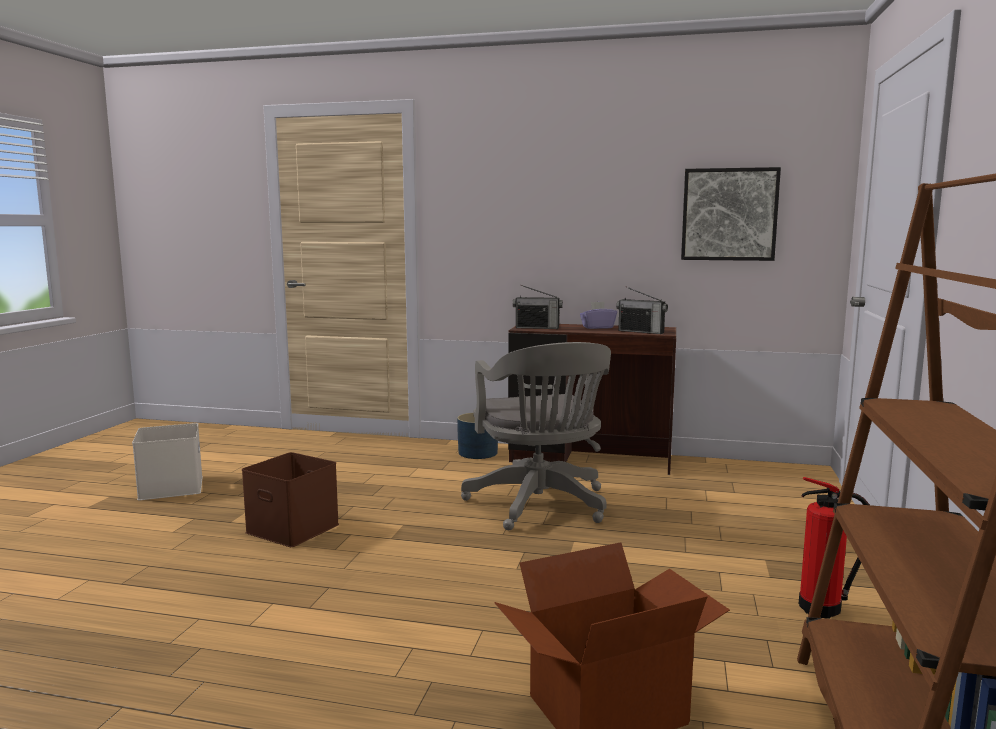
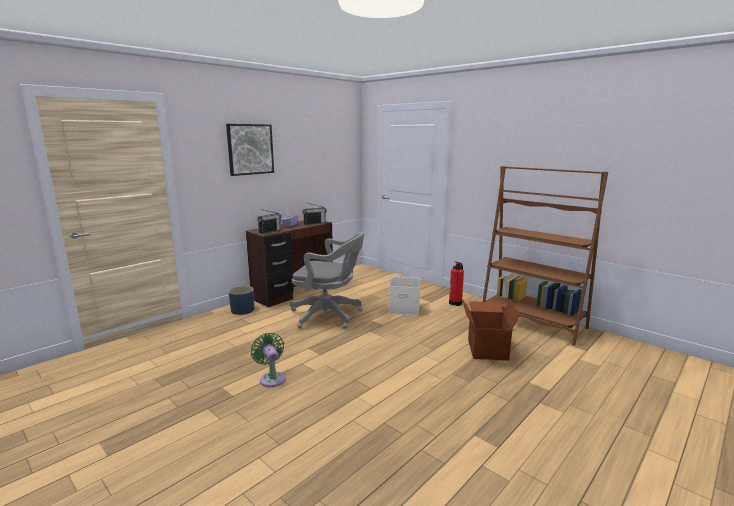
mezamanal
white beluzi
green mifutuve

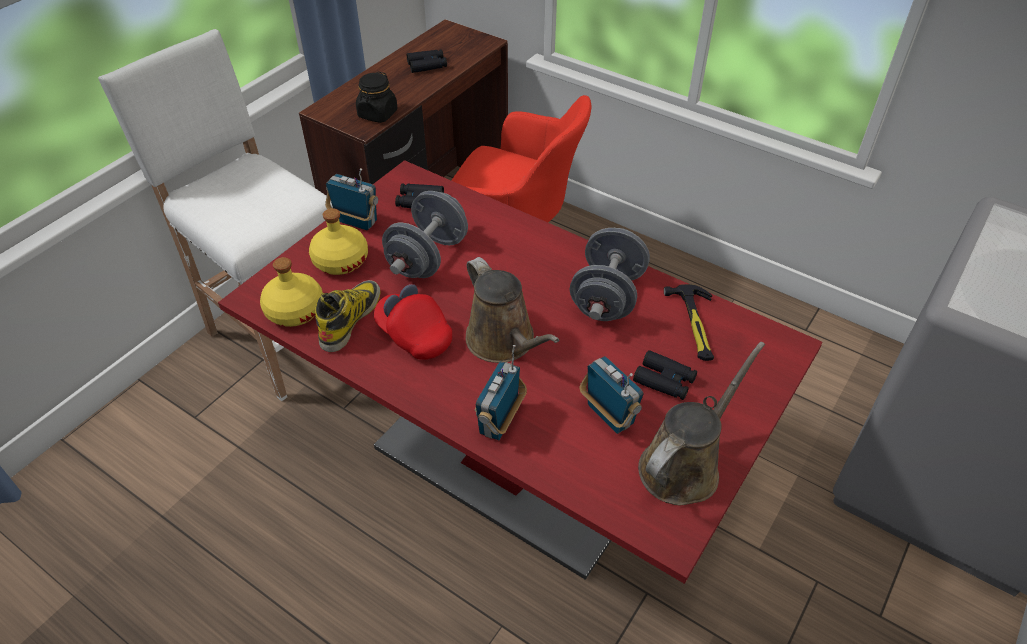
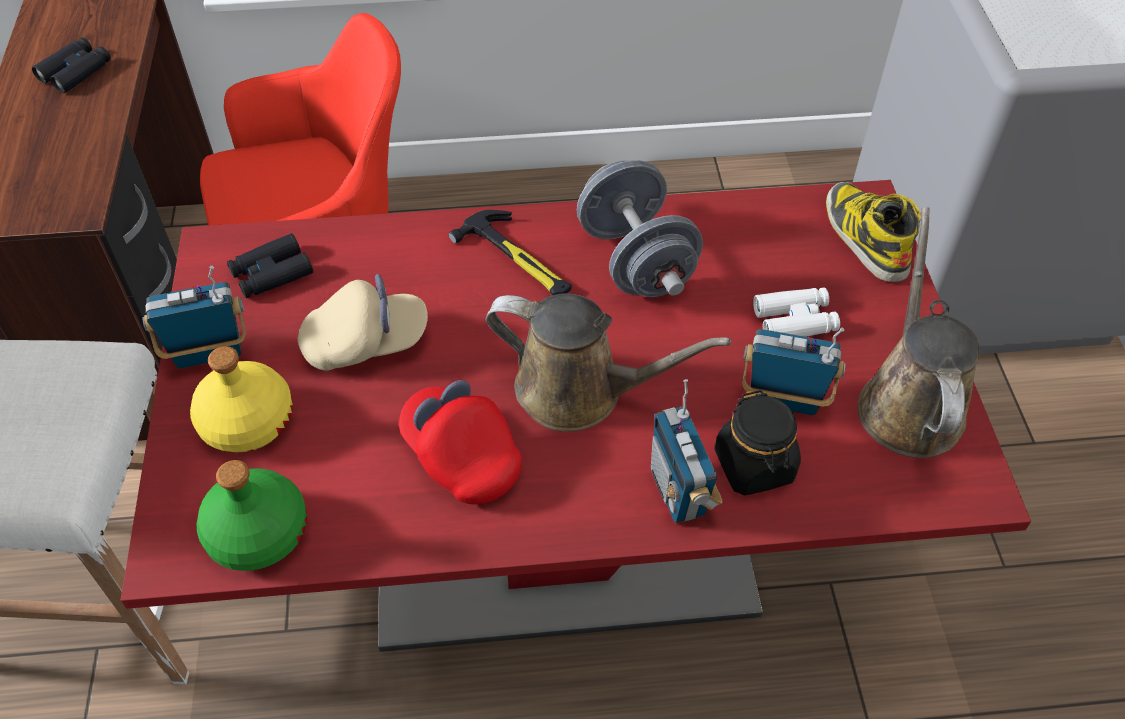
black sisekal
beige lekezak
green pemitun
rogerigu
red lekezak
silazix
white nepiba

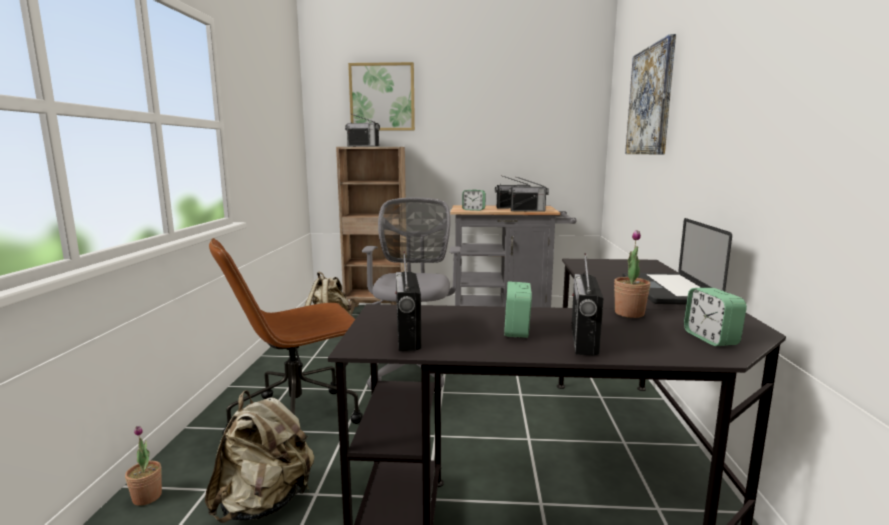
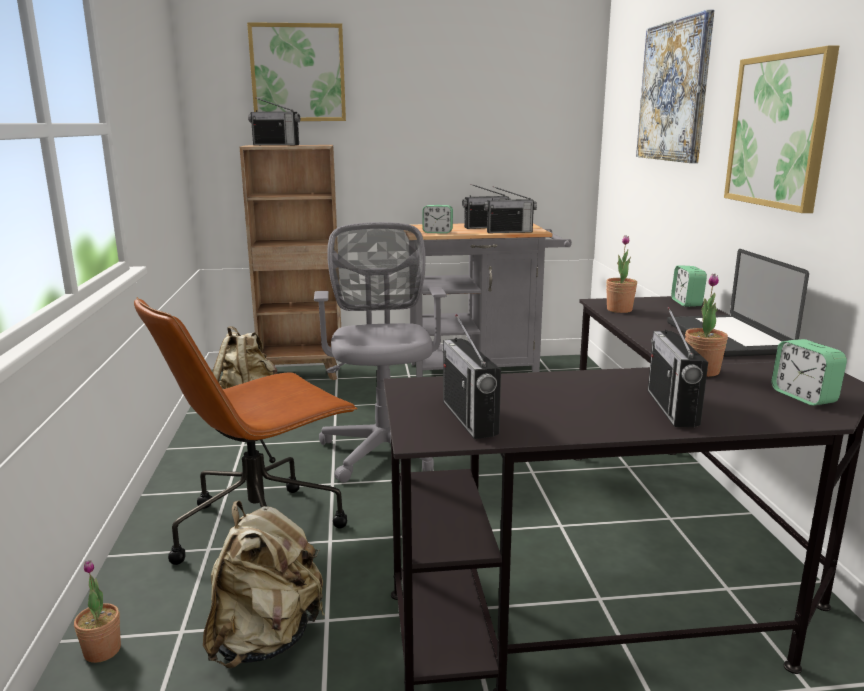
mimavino (2nd from left)
mezamanal (3rd from left)
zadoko (2nd from left)

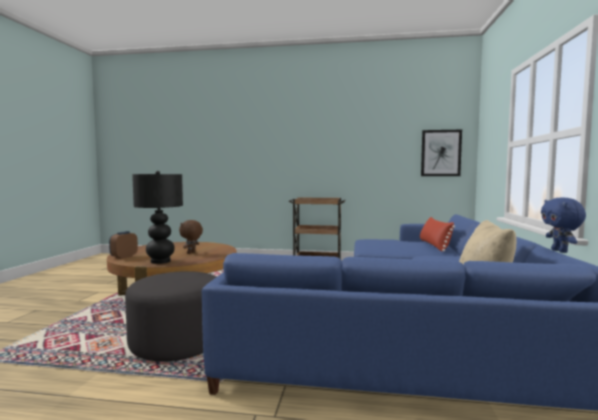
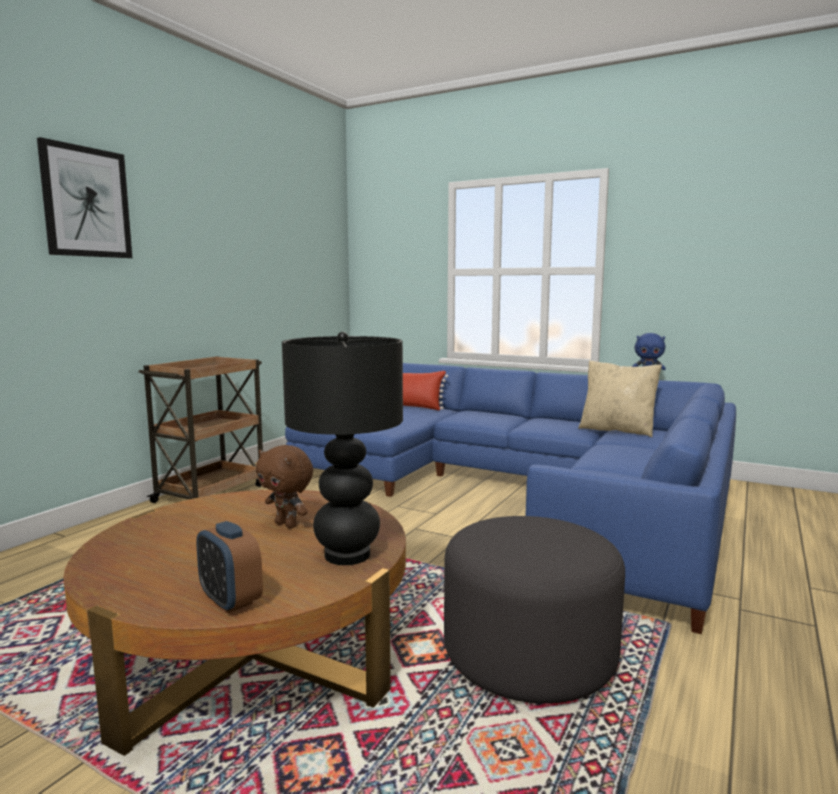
mezamanal

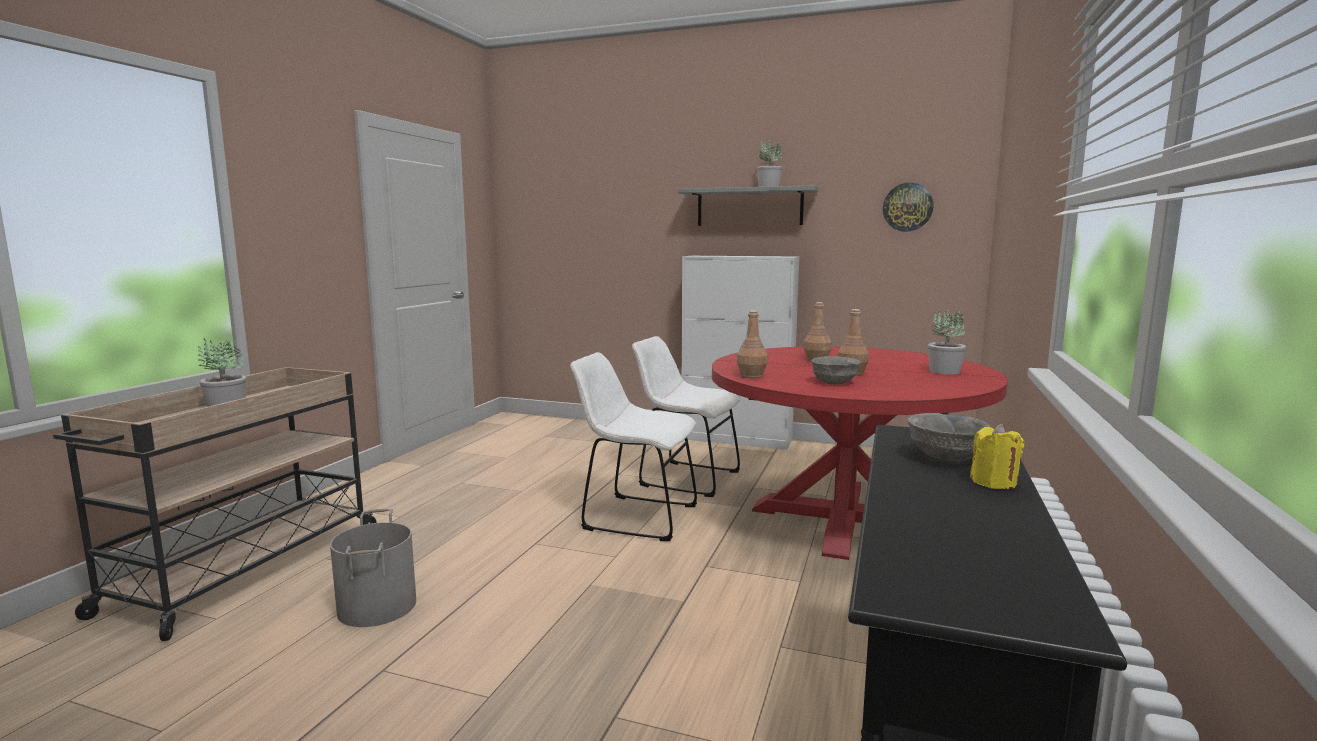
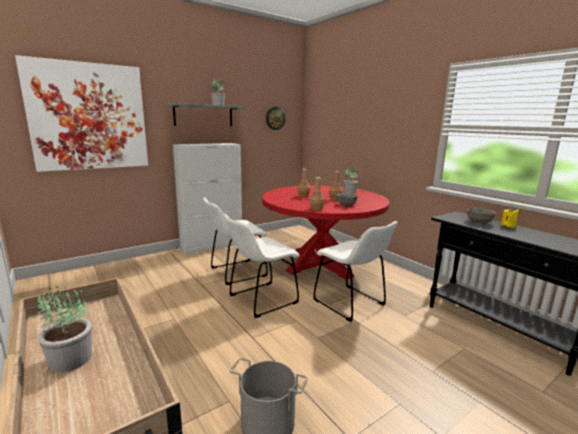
mezamanal
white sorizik (3rd from left)

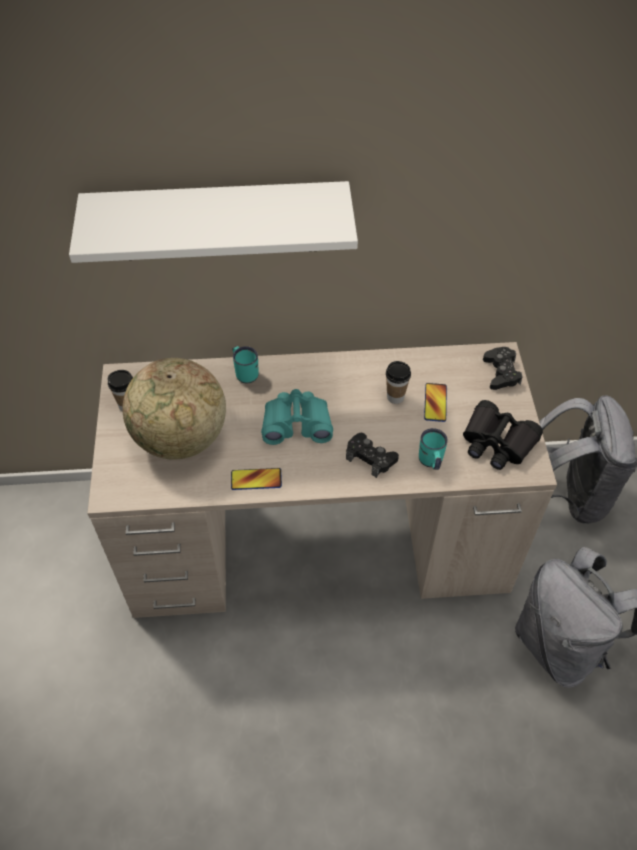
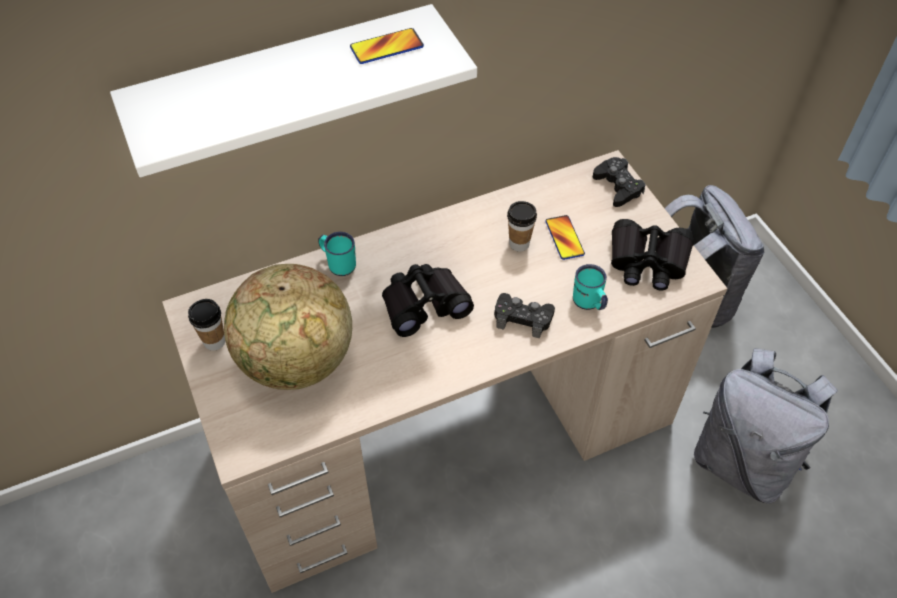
black nepiba (1st from left)
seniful (1st from left)

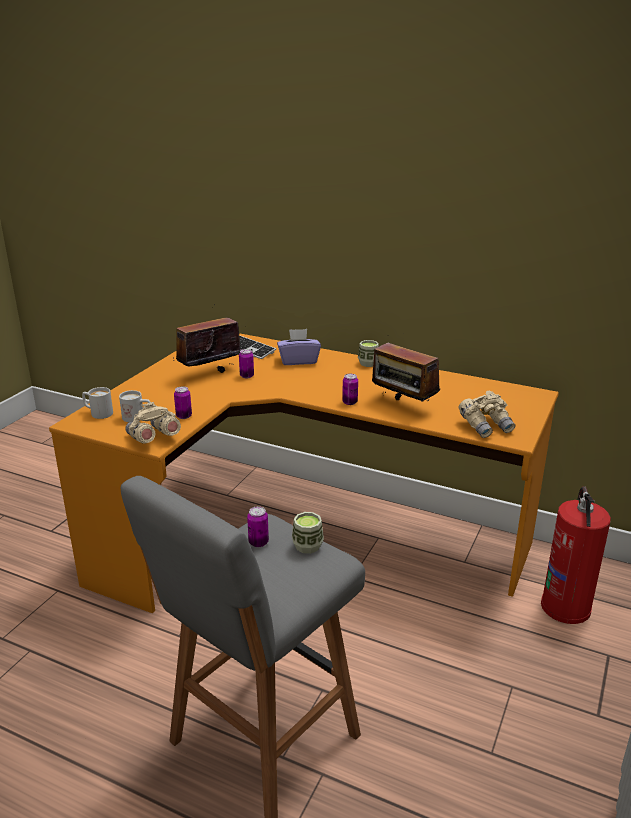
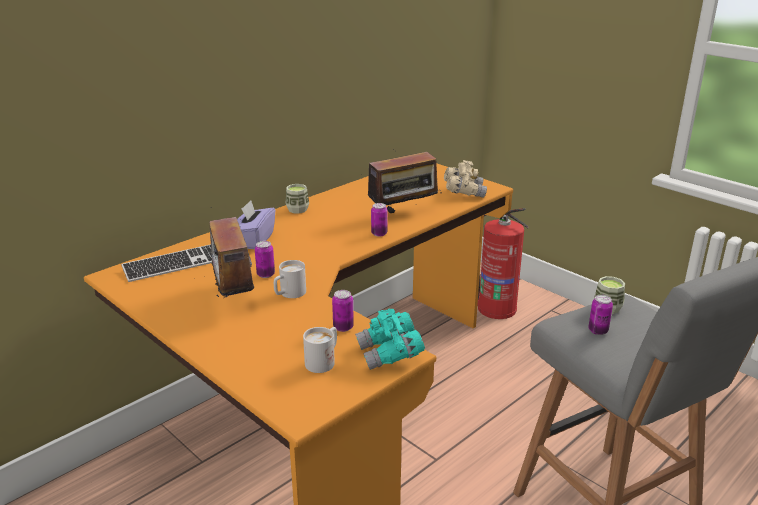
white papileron (1st from left)
turquoise nepiba

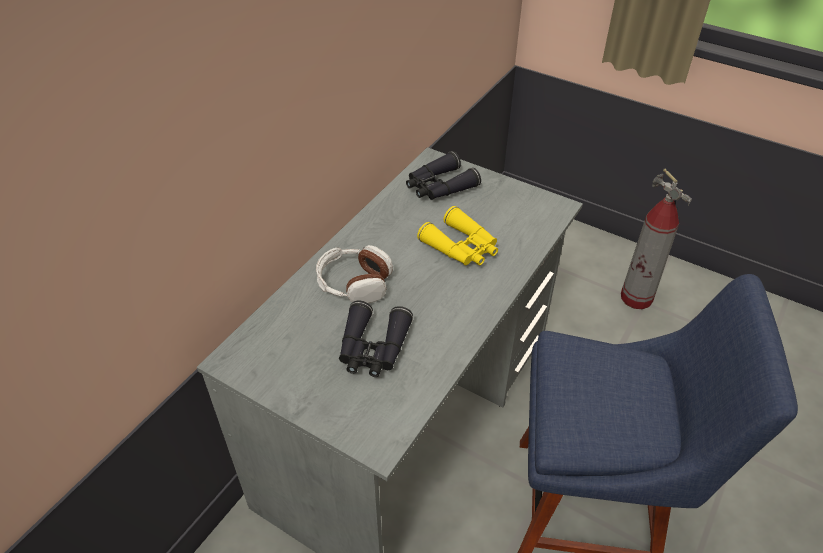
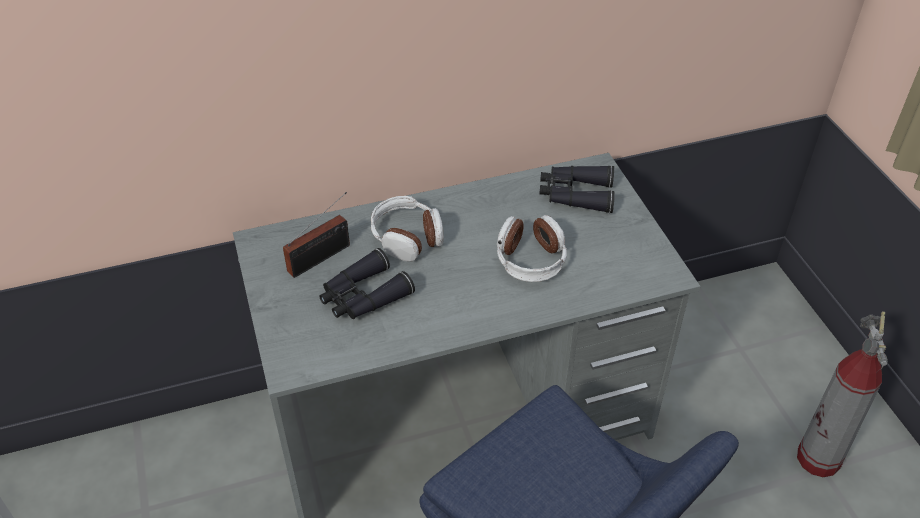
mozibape (2nd from left)
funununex

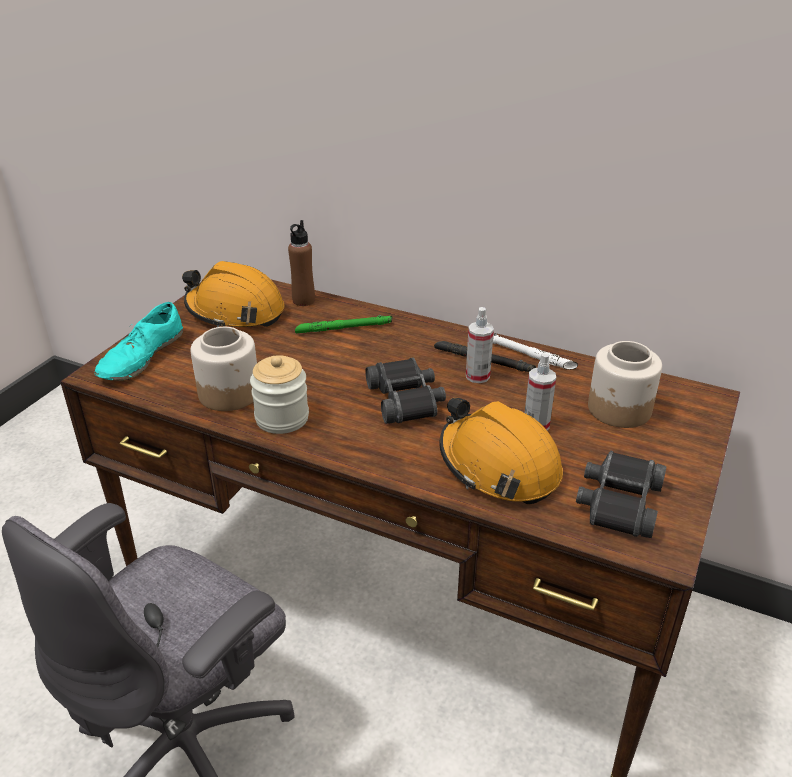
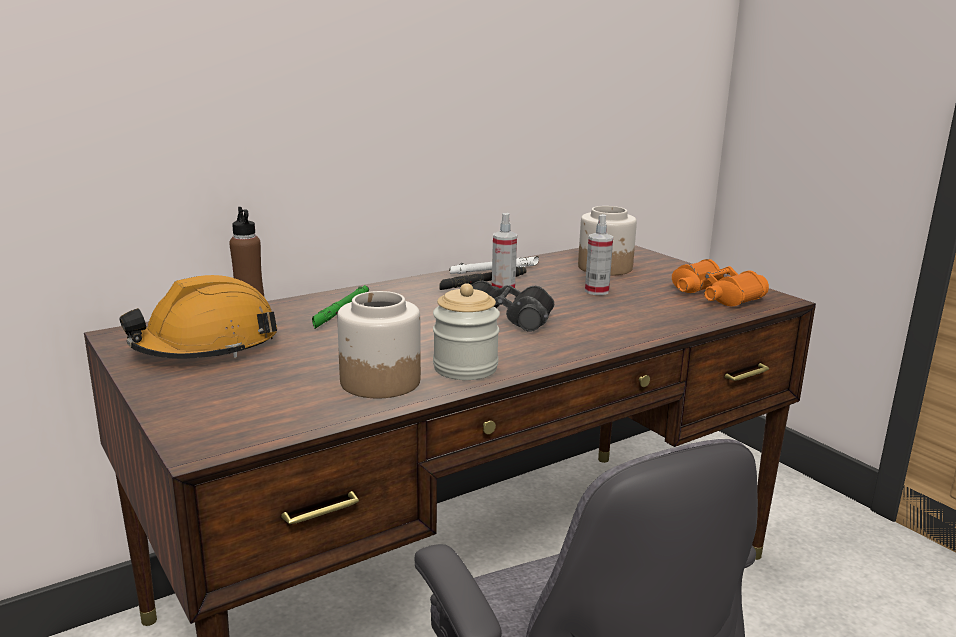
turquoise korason
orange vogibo (2nd from left in the first image)
orange nepiba

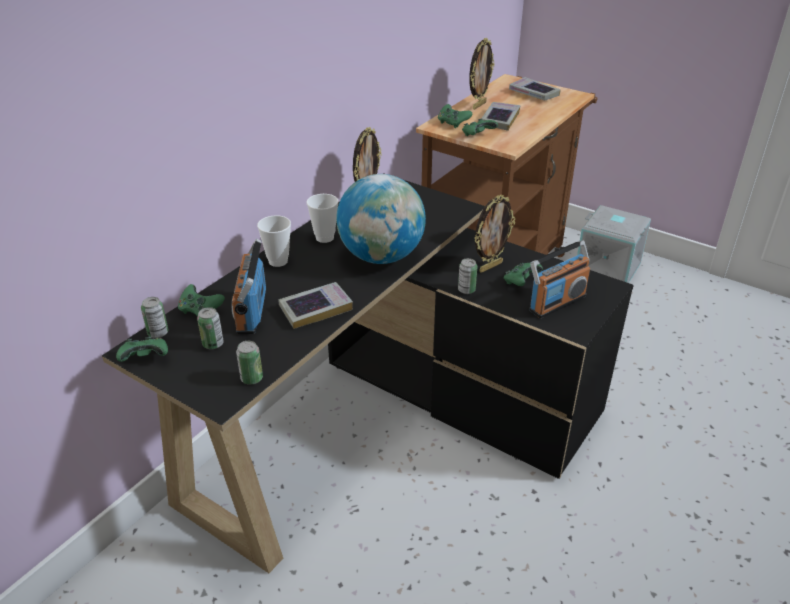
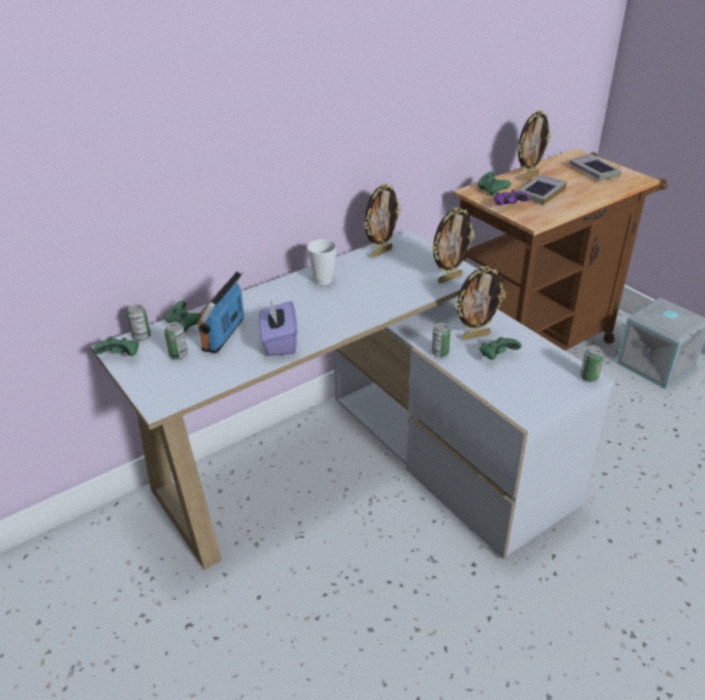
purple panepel
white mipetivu
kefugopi
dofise (1st from left in the first image)
funununex (2nd from left in the first image)
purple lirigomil
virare (4th from left)
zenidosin (2nd from left)

